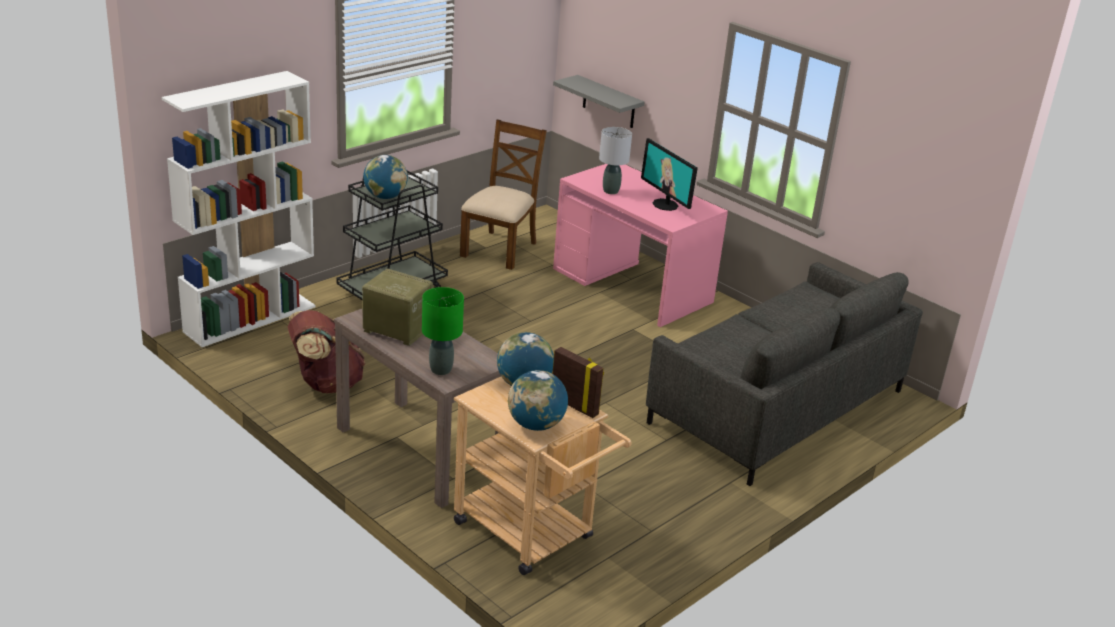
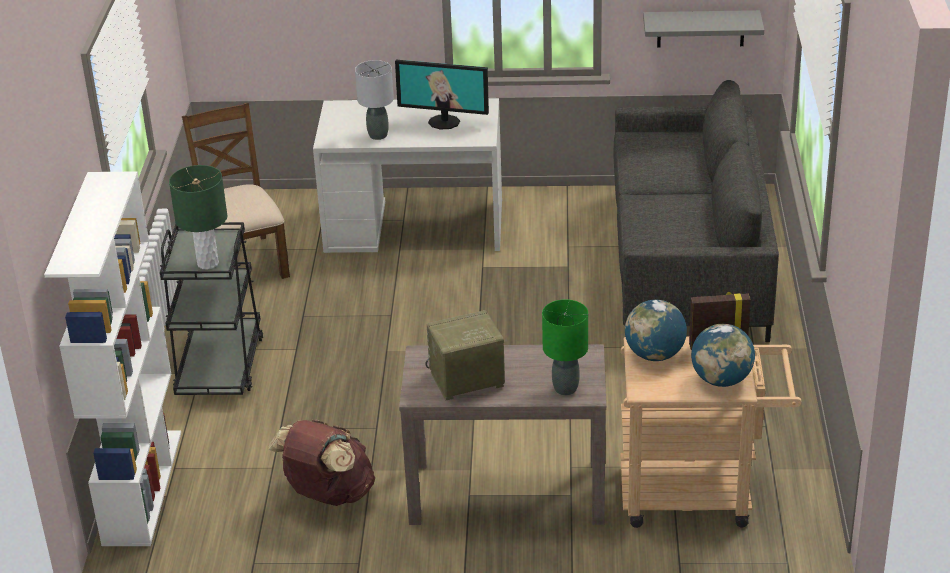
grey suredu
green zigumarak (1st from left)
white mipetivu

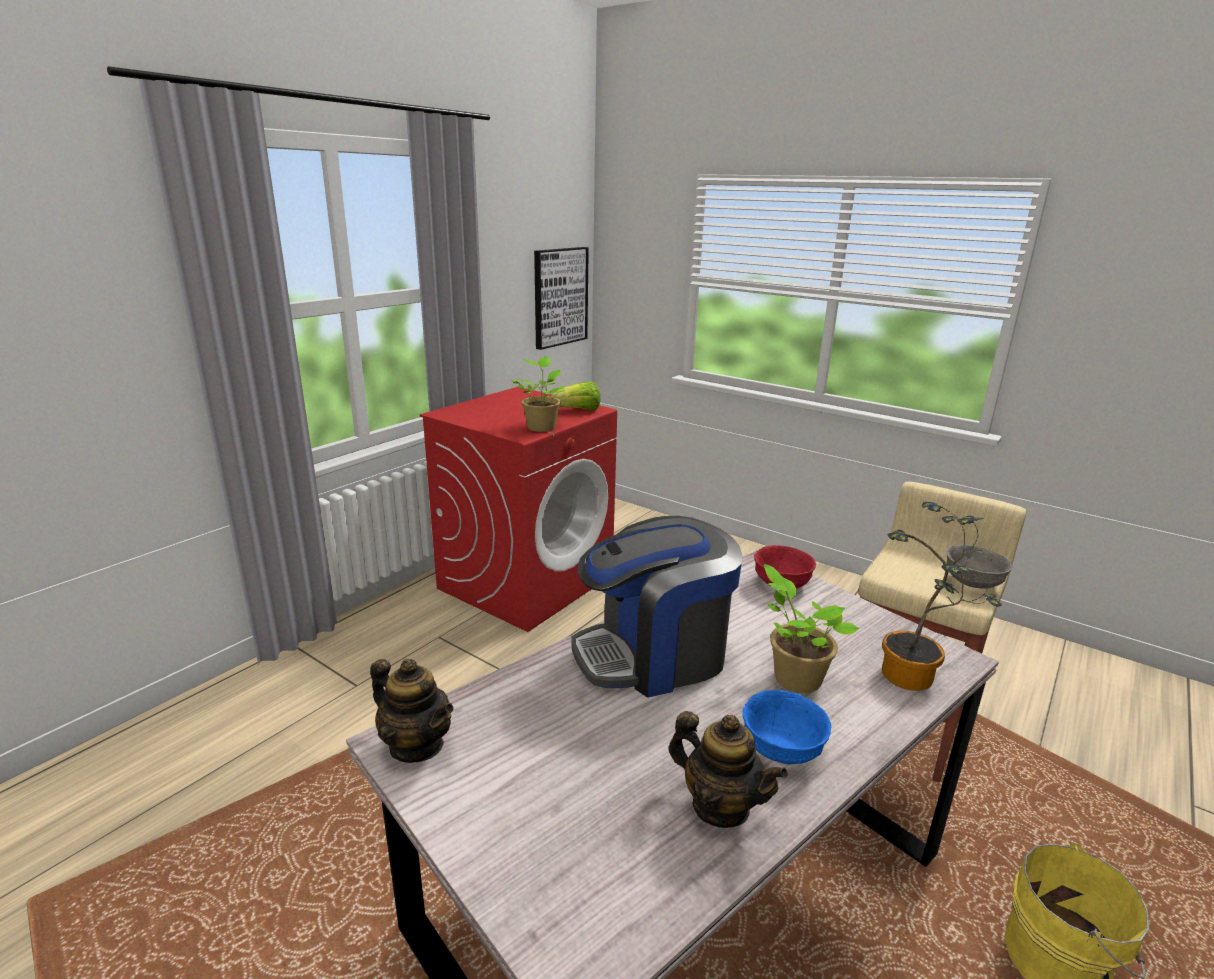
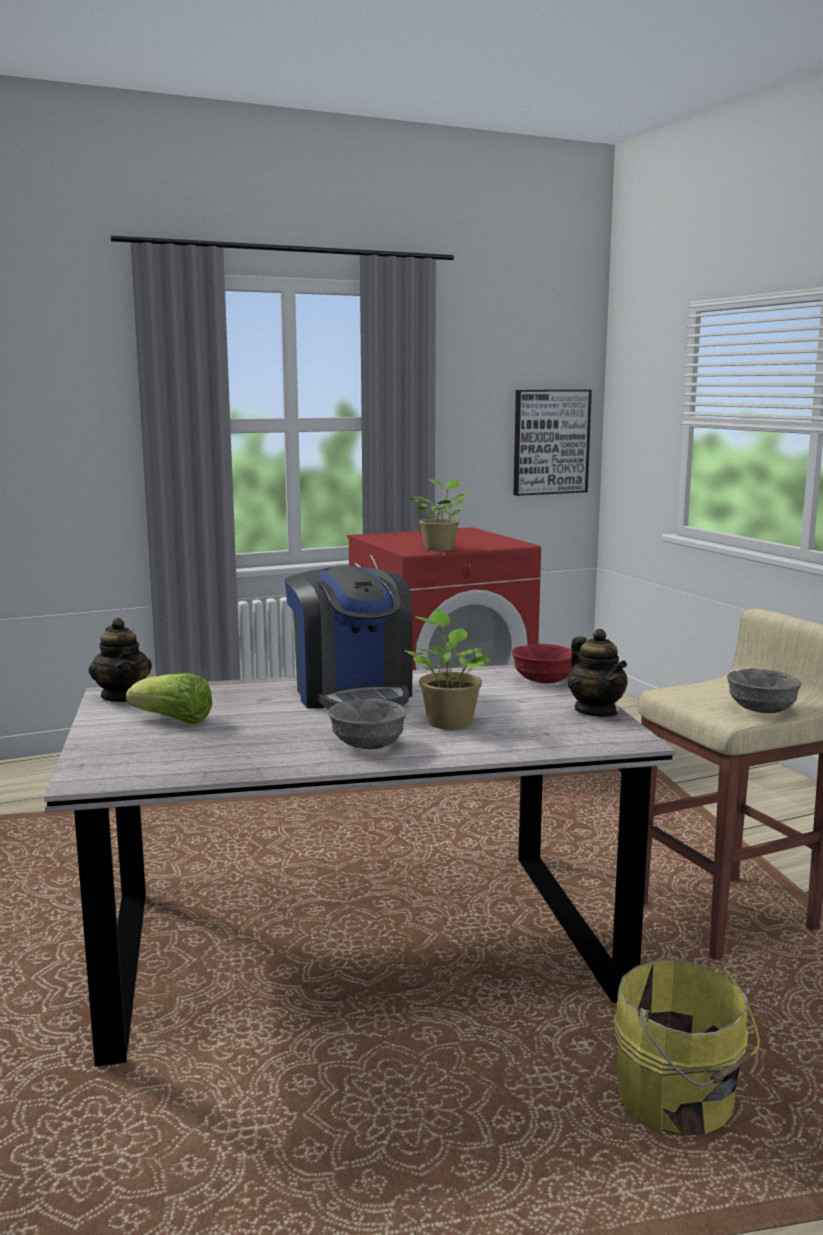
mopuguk
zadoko (3rd from left in the first image)
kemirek
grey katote (1st from left)
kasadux (2nd from left)

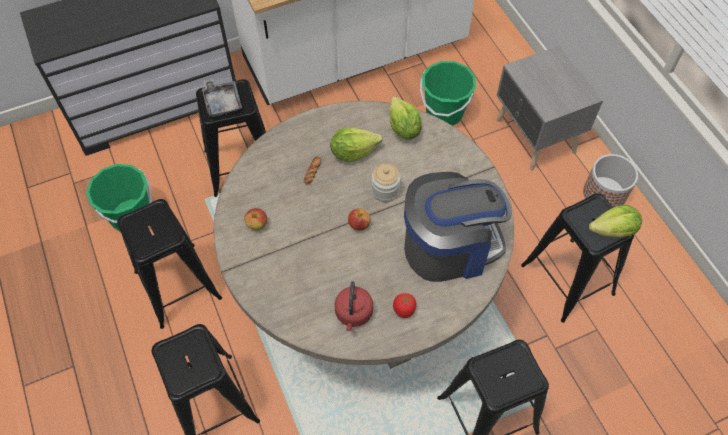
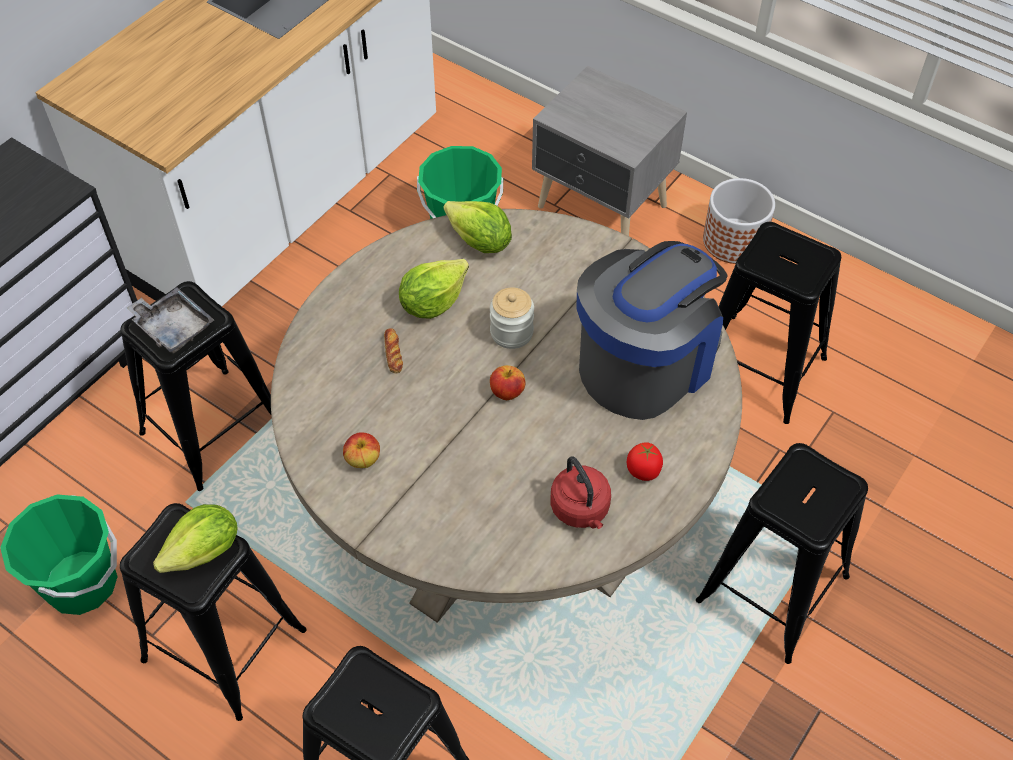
mopuguk (1st from left)

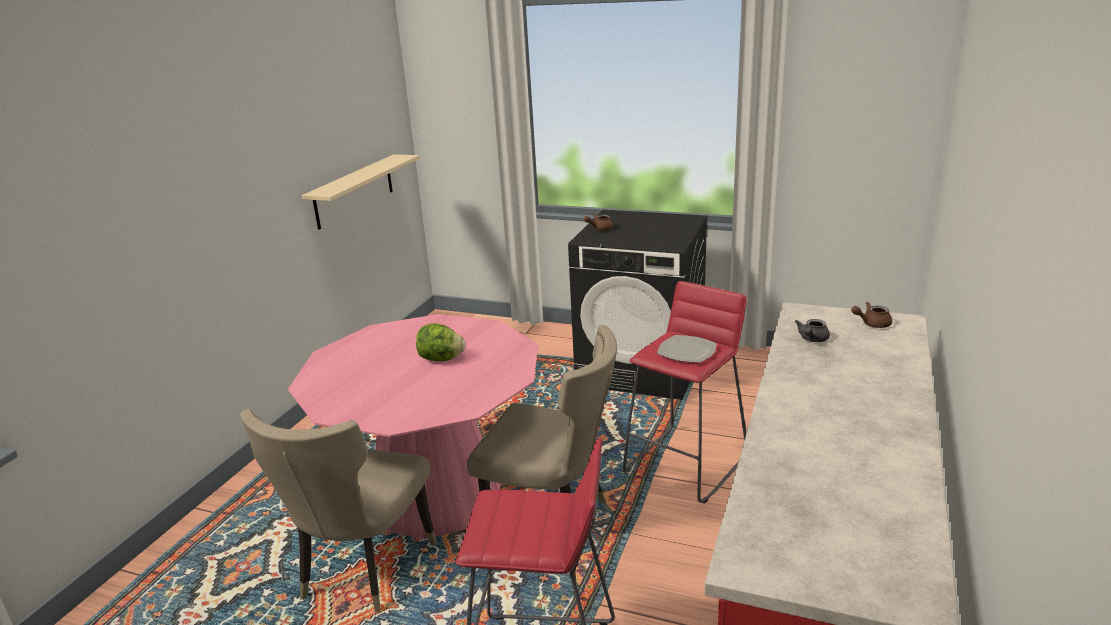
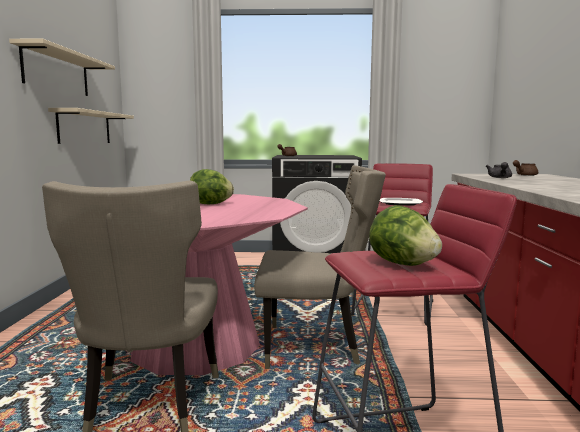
beige suredu (1st from left)
mopuguk (2nd from left)

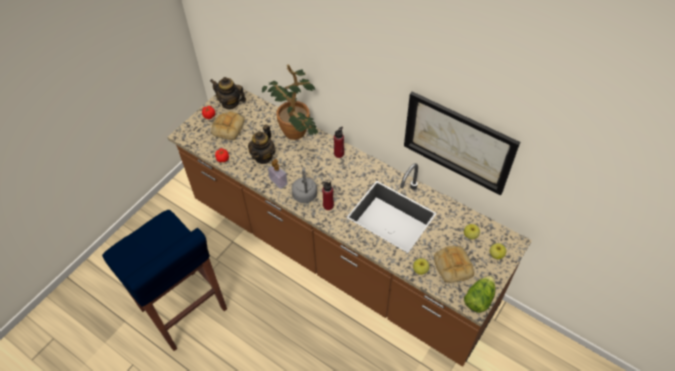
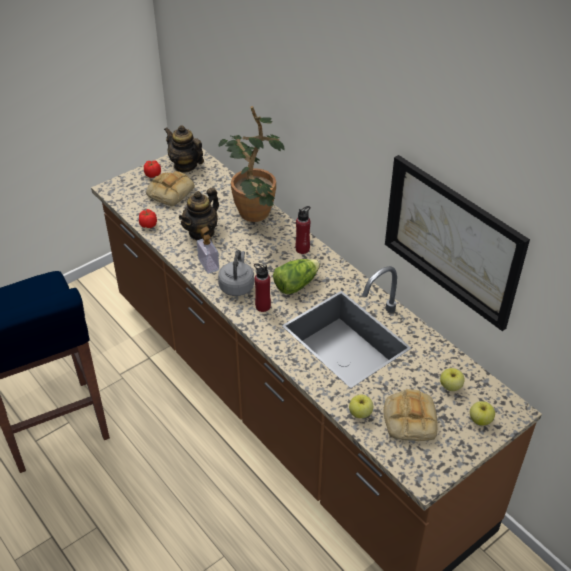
mopuguk

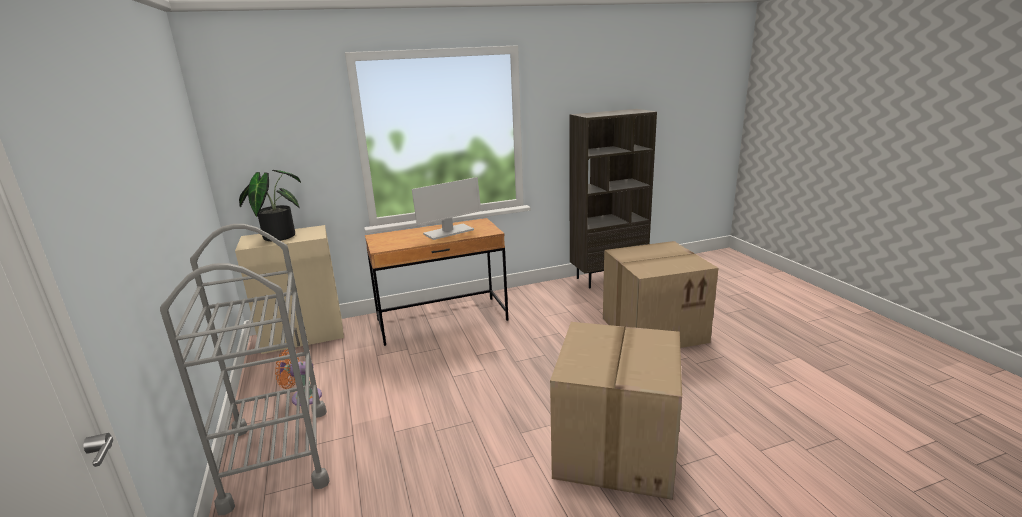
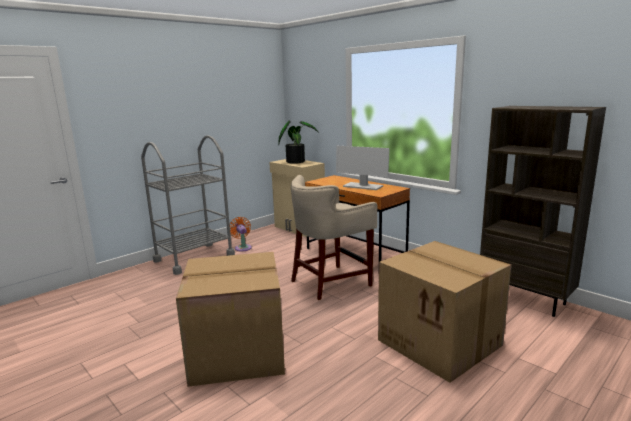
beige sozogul

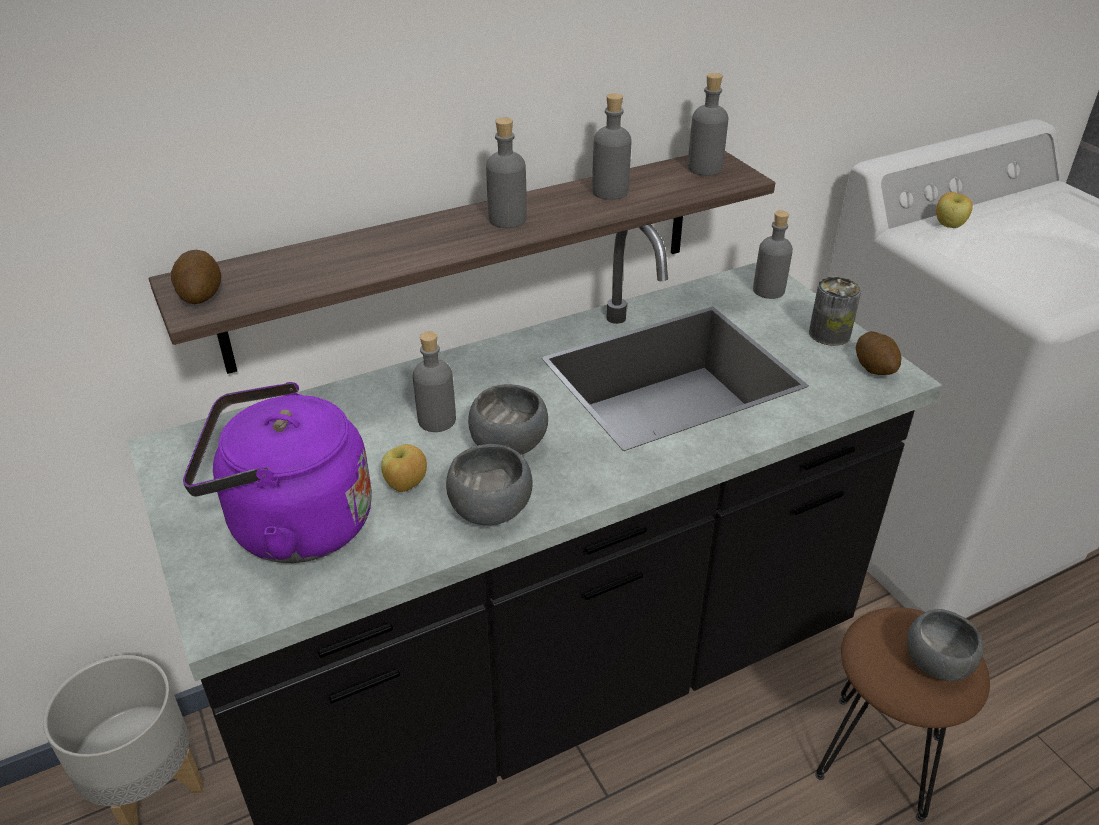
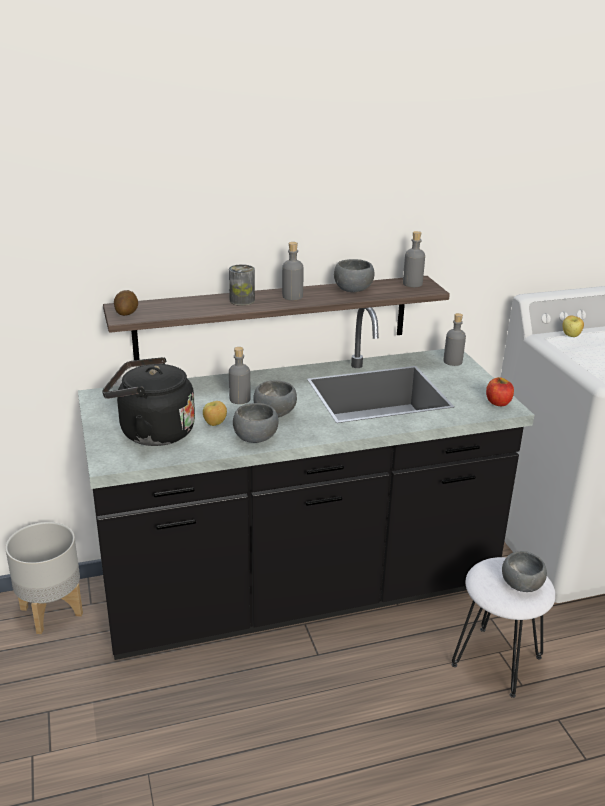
grey katote (3rd from left)
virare
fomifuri (2nd from left)
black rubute
white sozogul

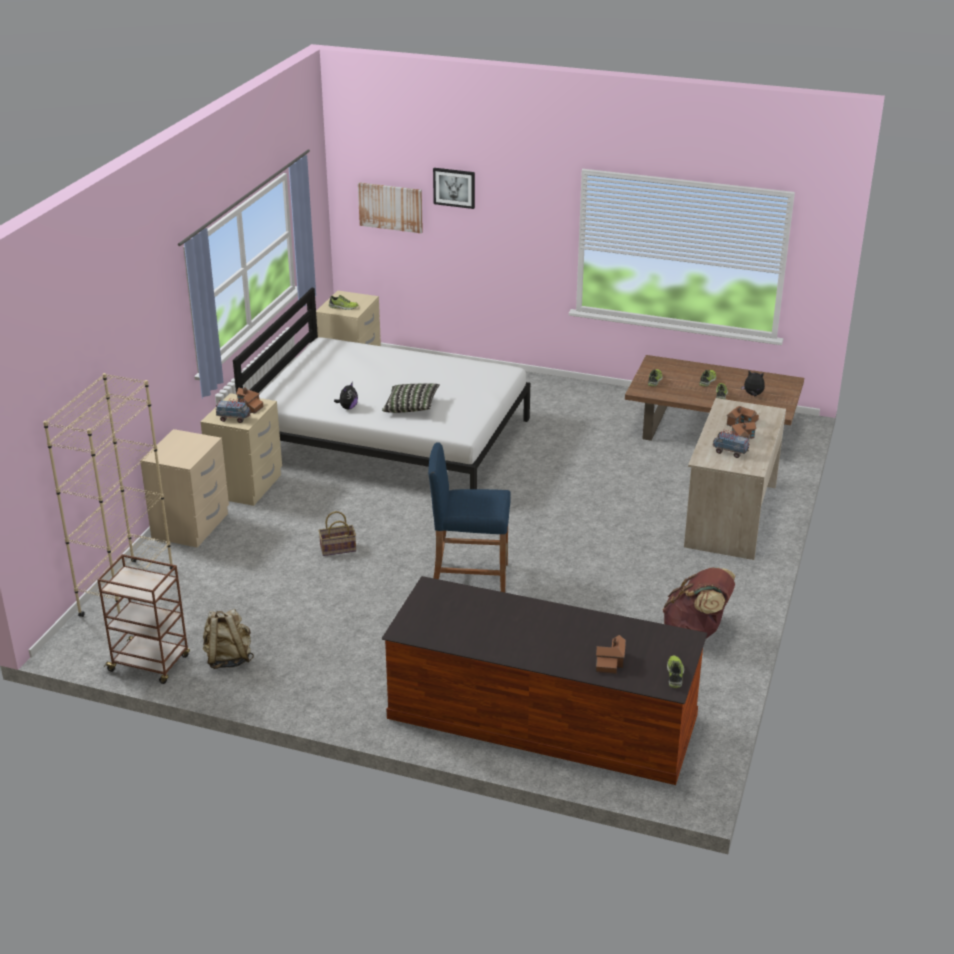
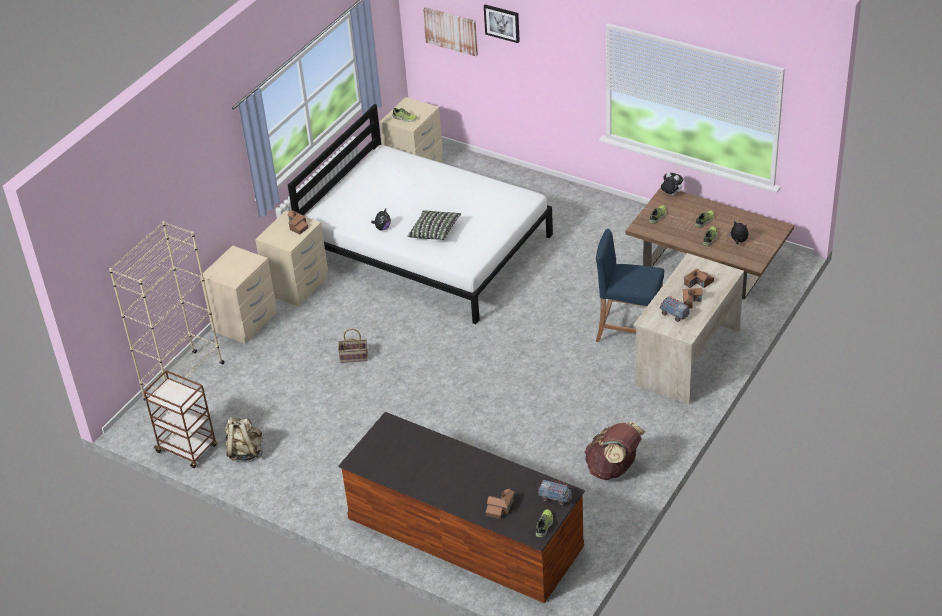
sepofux (1st from left)
blue sozogul
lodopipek (2nd from left)

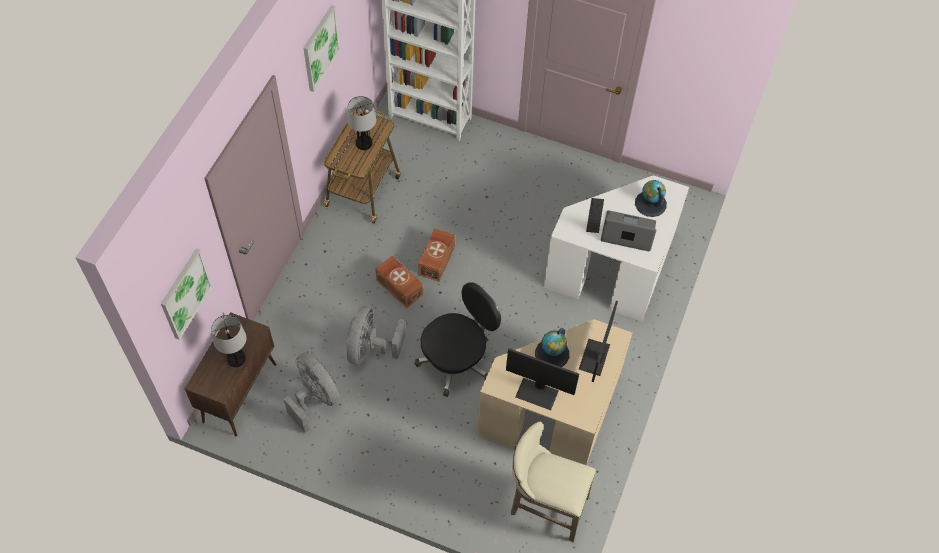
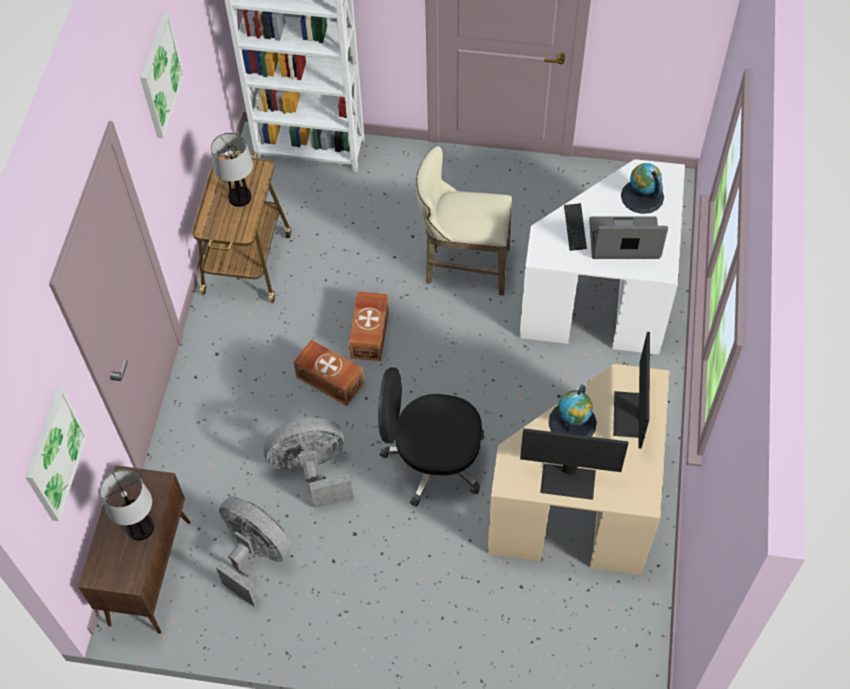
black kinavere
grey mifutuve (2nd from left)
beige sozogul

